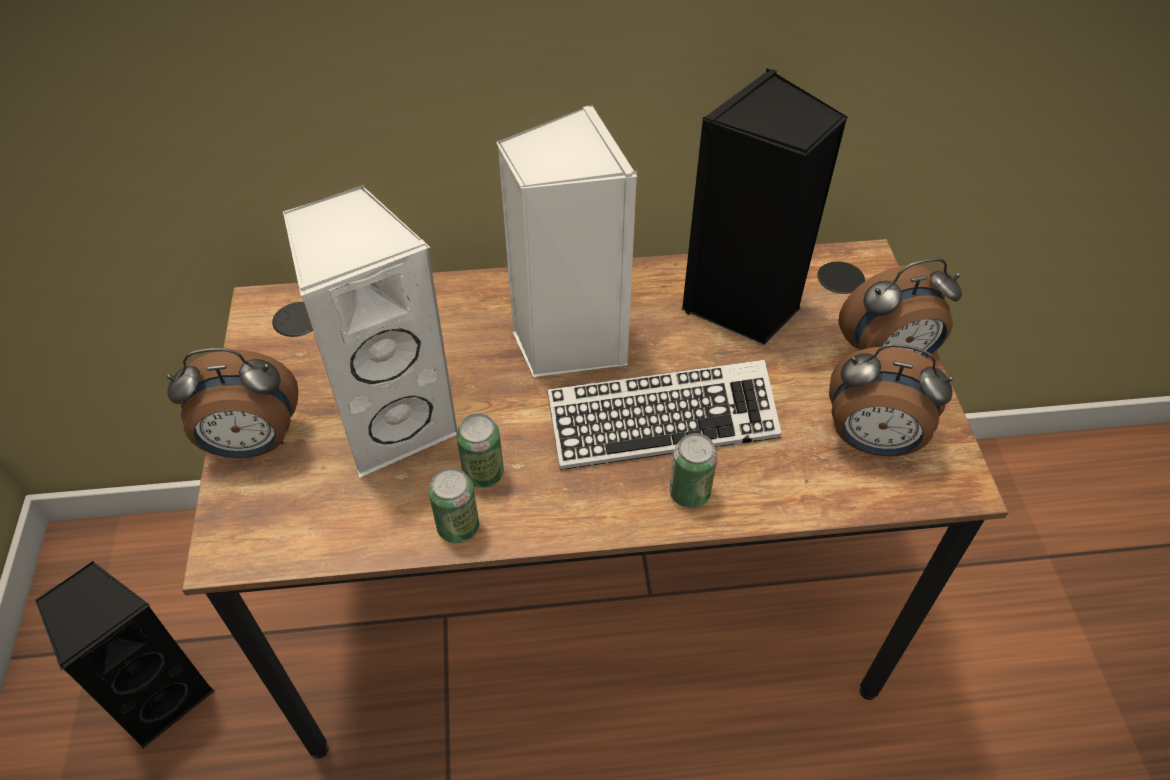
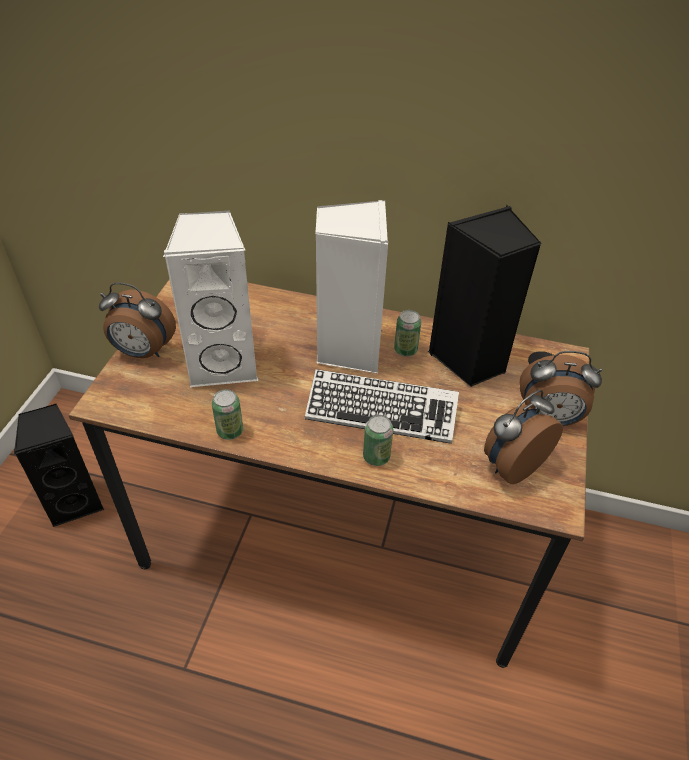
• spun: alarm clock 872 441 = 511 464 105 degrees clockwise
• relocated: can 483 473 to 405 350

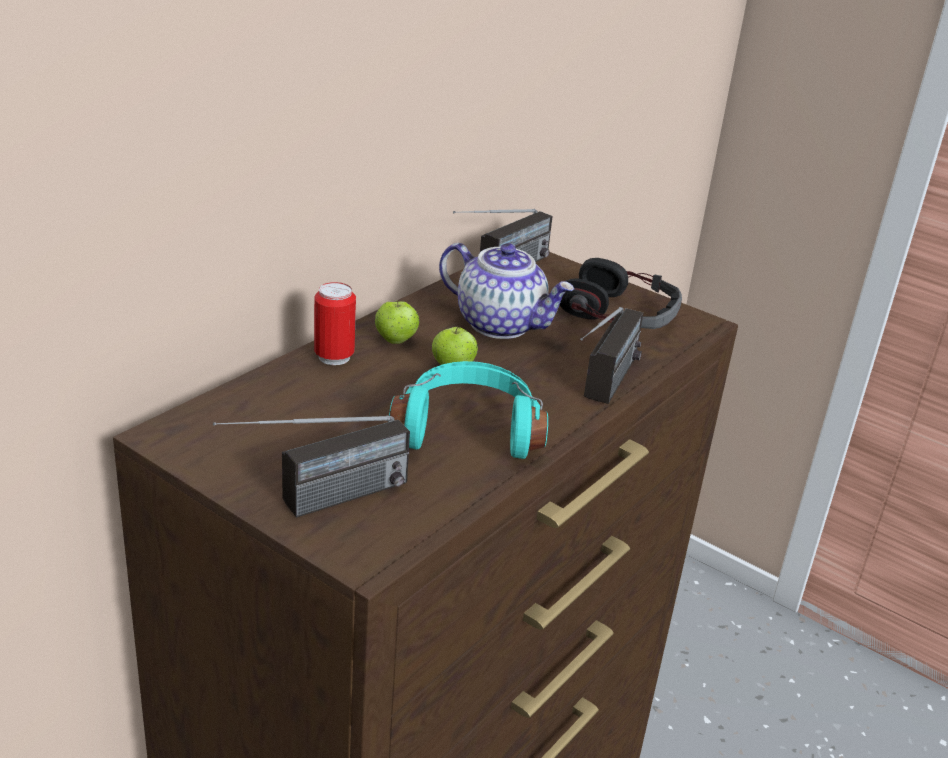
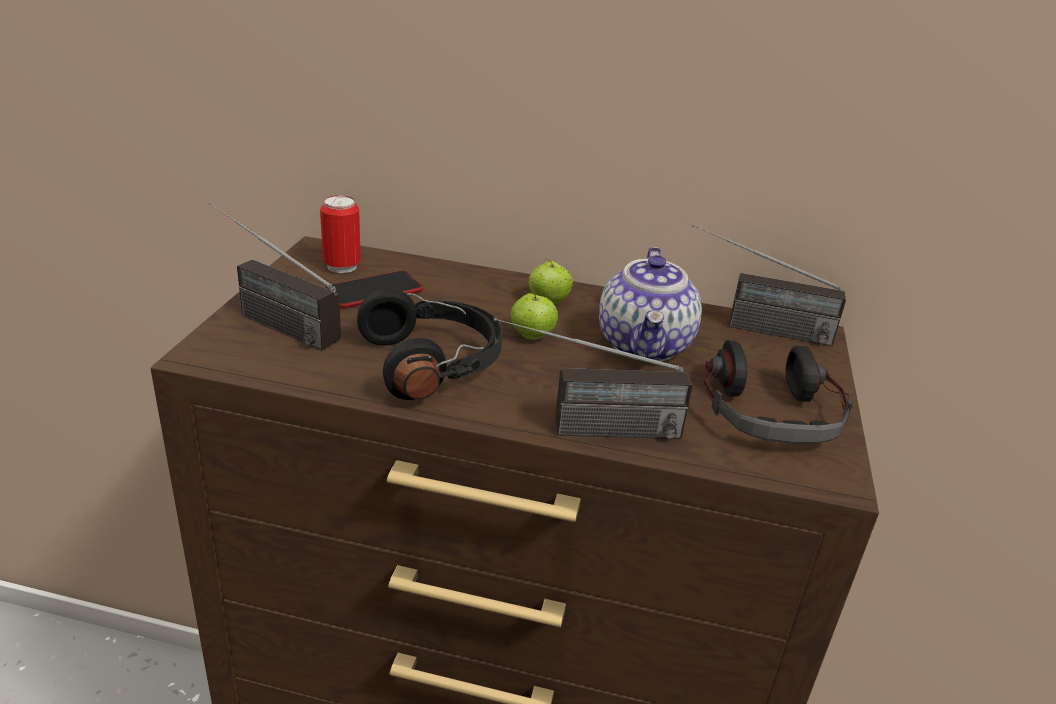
• relocated: can 334 357 to 342 266
• colour: headphones in turquoise 469 428 to headphones in black 434 363
• appeared: phone 374 291

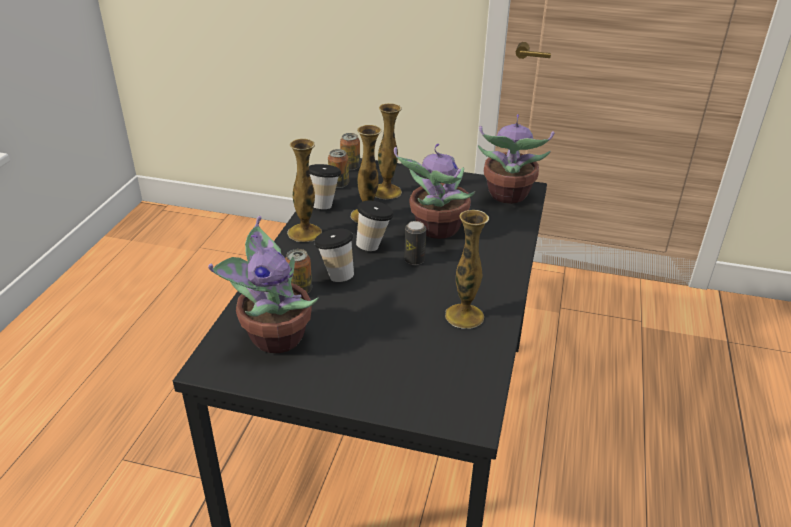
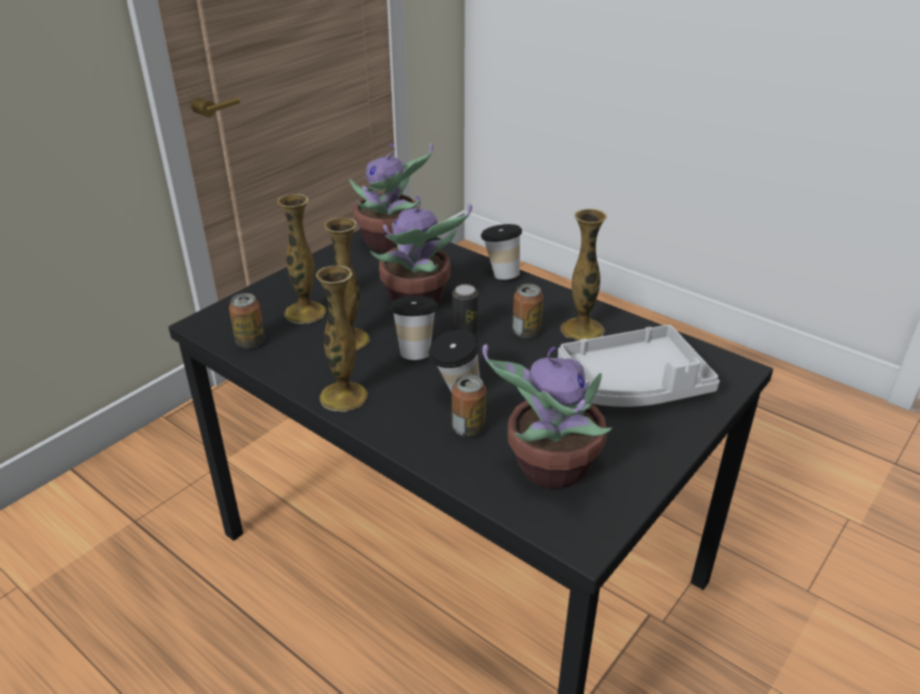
• relocated: can 350 167 to 526 332
• relocated: cup 325 204 to 501 274
• appeared: tray in grey 634 384

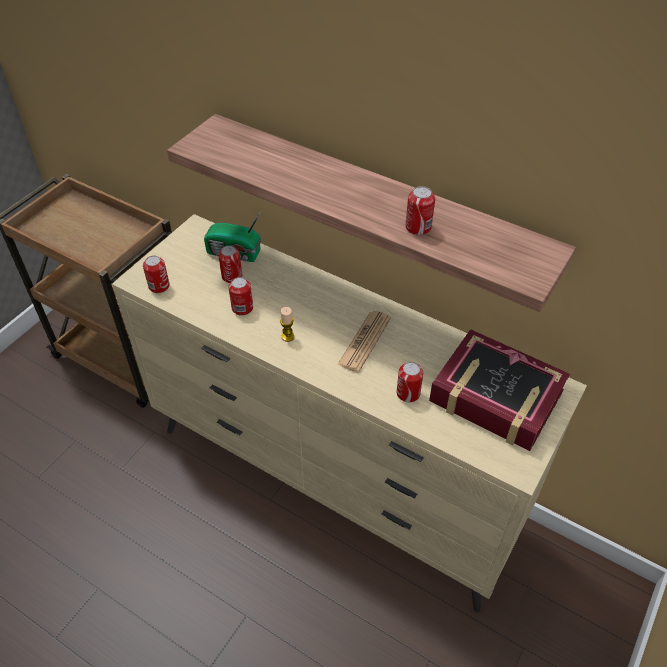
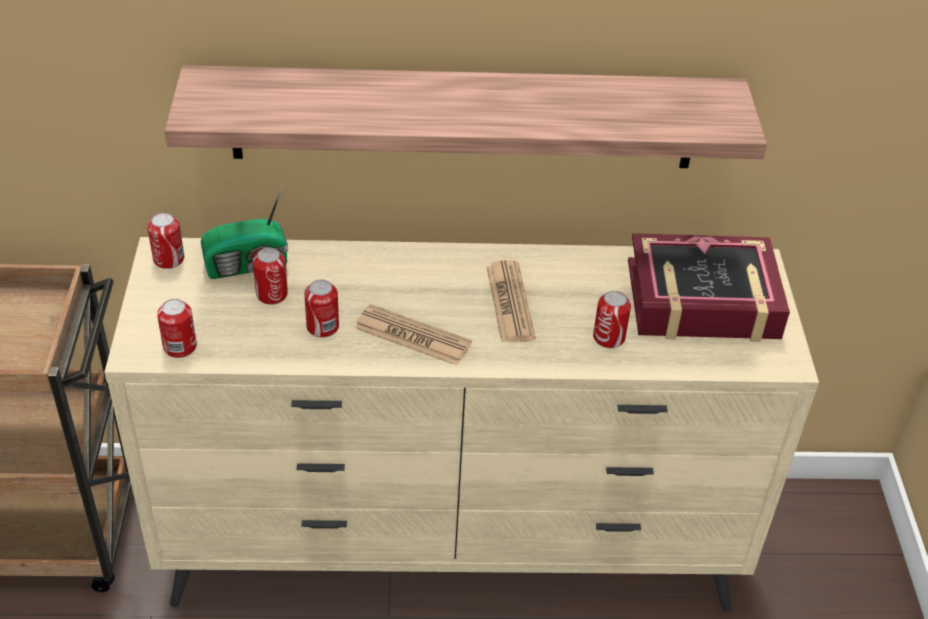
• relocated: can 418 227 to 169 259
• exchanged: candle 287 336 to newspaper 412 336

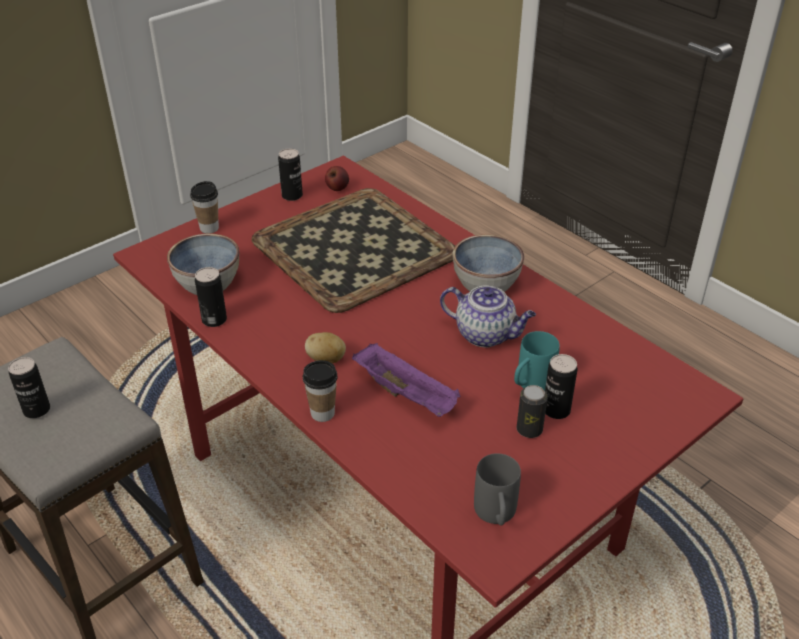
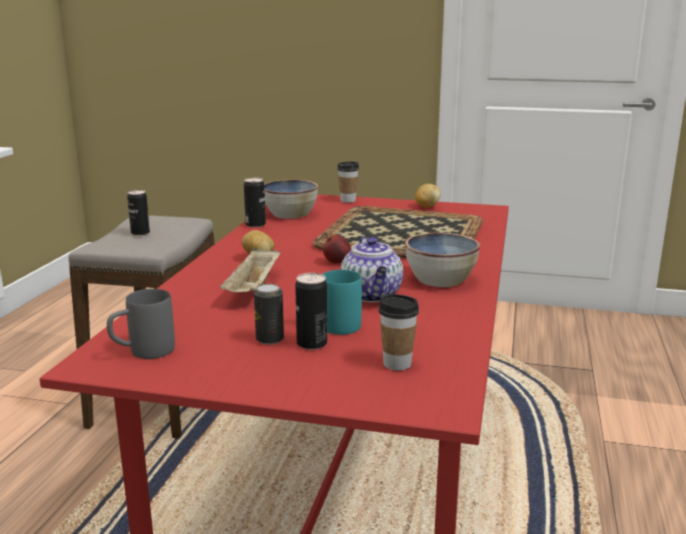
• exchanged: can 292 196 to potato 426 207
• relocated: apple 337 188 to 336 262
• colour: tray in purple 407 394 to tray in beige 254 289
• relocated: cup 322 413 to 397 364

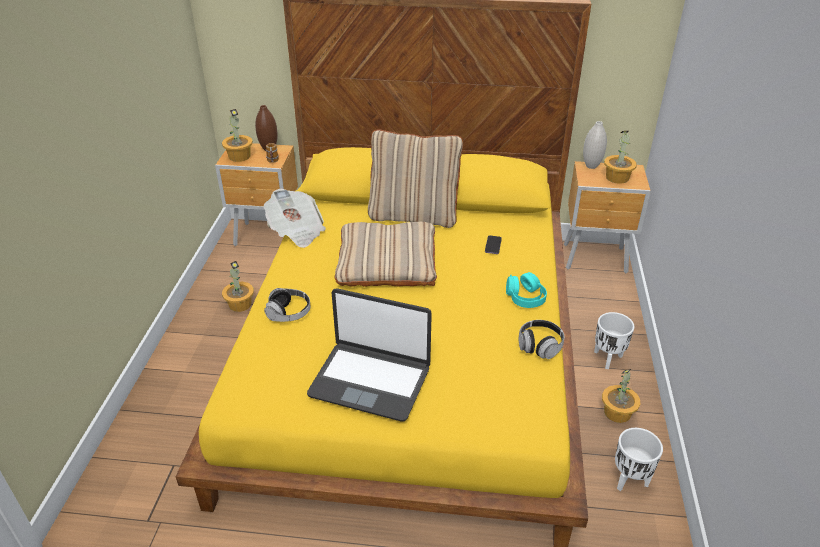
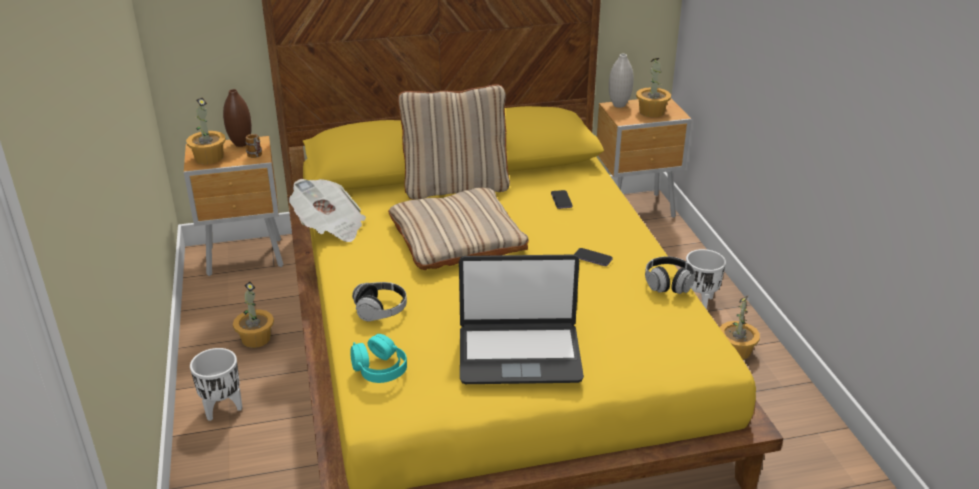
• relocated: headphones in turquoise 525 297 to 379 369
• relocated: planter in white 630 480 to 223 409
• appeared: phone 592 258

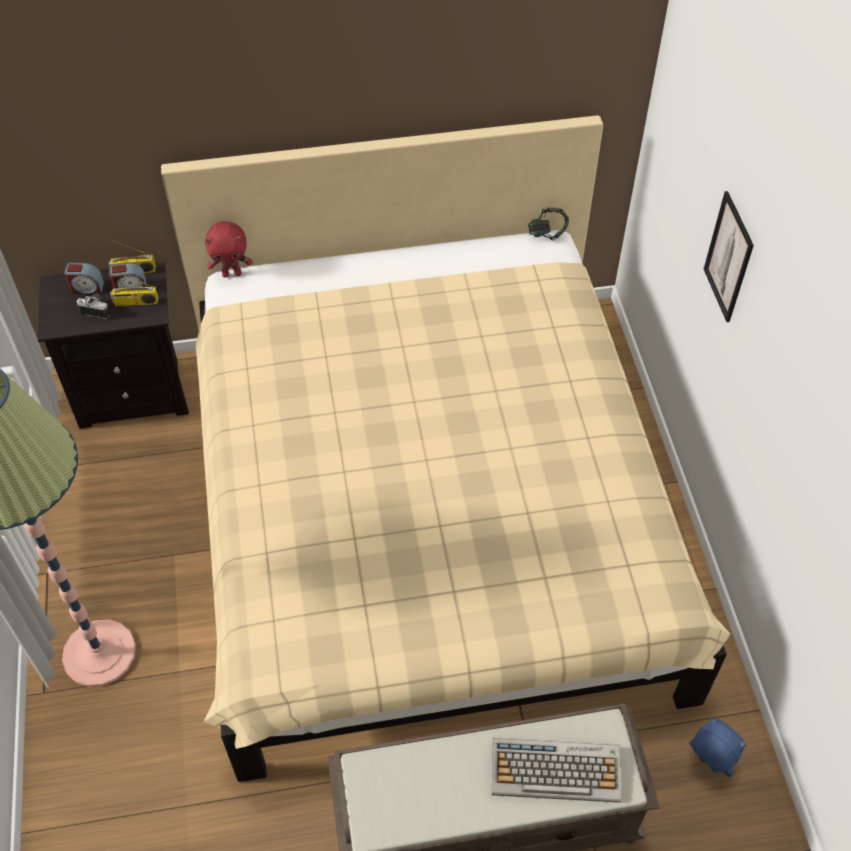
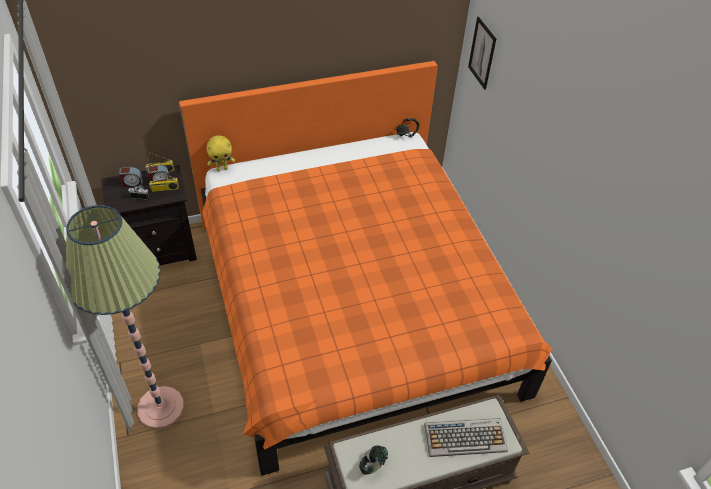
• colour: bed in beige 426 515 to bed in orange 352 305
• relocated: picture 728 257 to 482 53
• colour: plush toy in red 232 274 to plush toy in yellow 222 168
• missing: plush toy in blue 707 764
• appeared: headphones 373 465

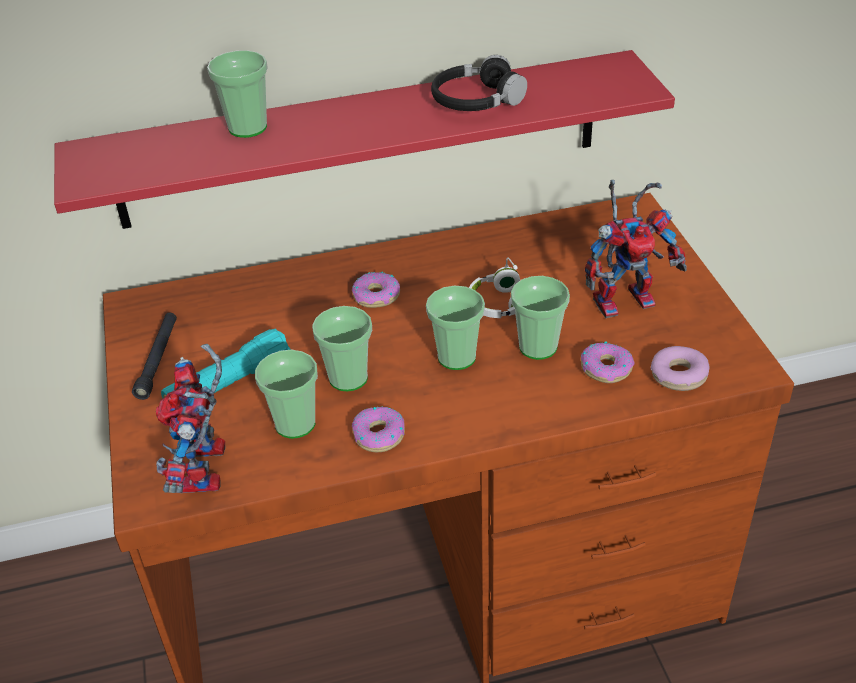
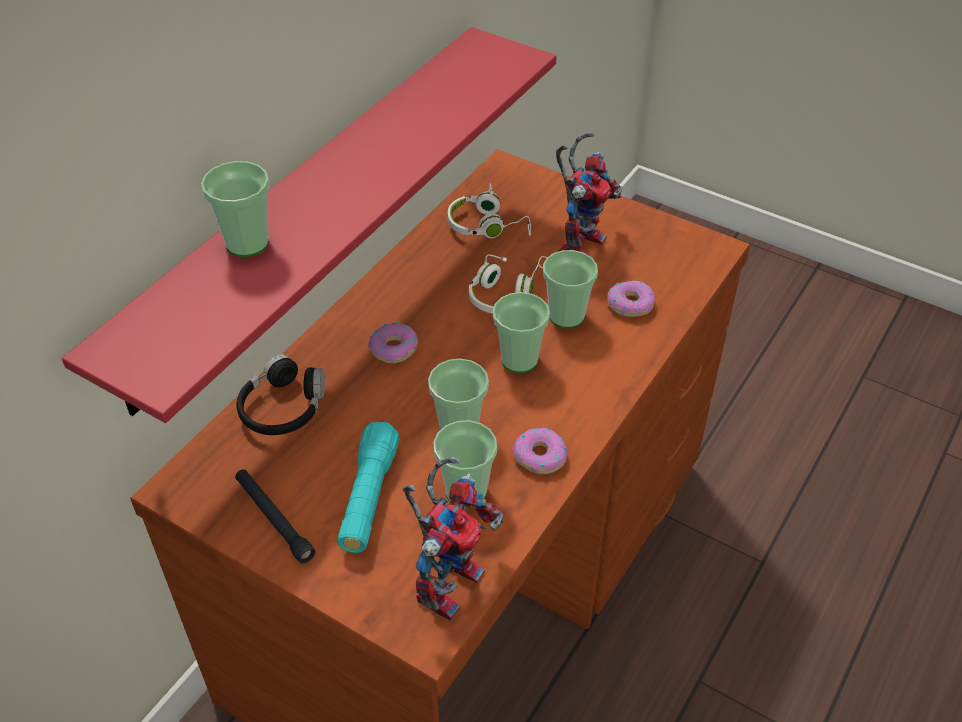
• relocated: headphones in black 476 100 to 283 408
• spun: toy robot 207 473 = 449 578 105 degrees counterclockwise
• missing: donut 678 375
• appeared: headphones in white 488 226

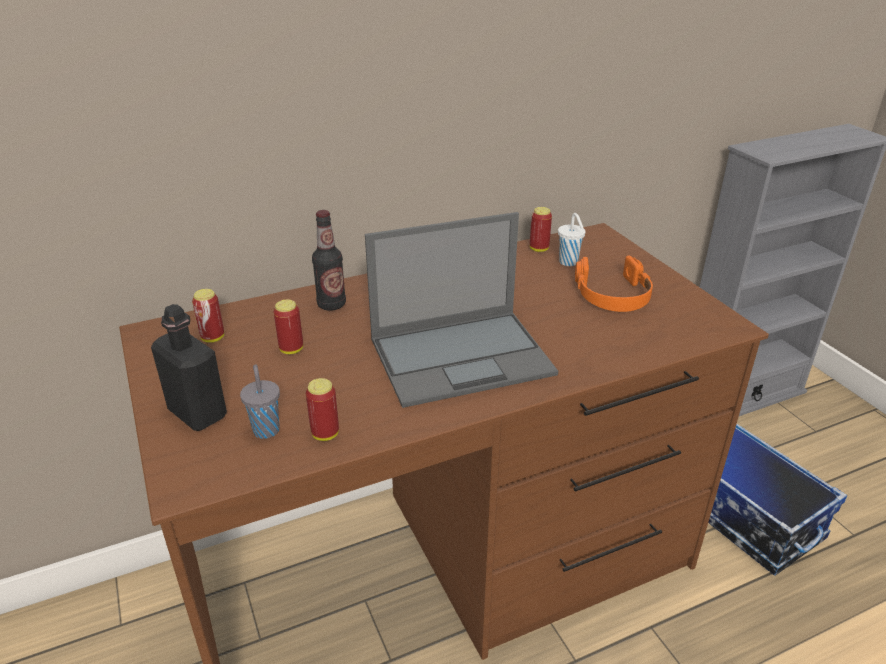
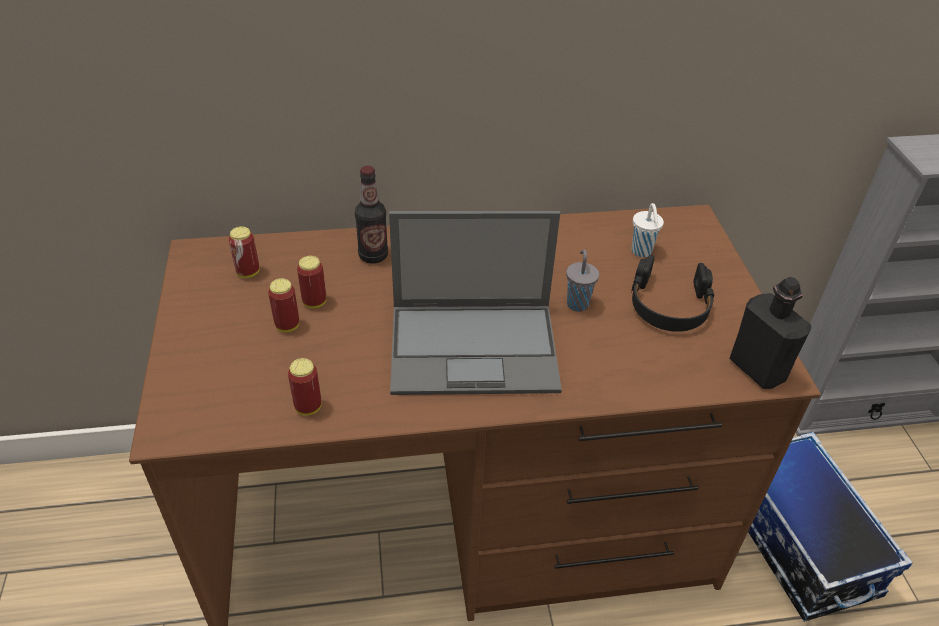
• relocated: can 539 249 to 287 325
• colour: headphones in orange 612 295 to headphones in black 669 305
• relocated: bottle in black 197 413 to 757 369
• relocated: cup in grey 266 429 to 577 303

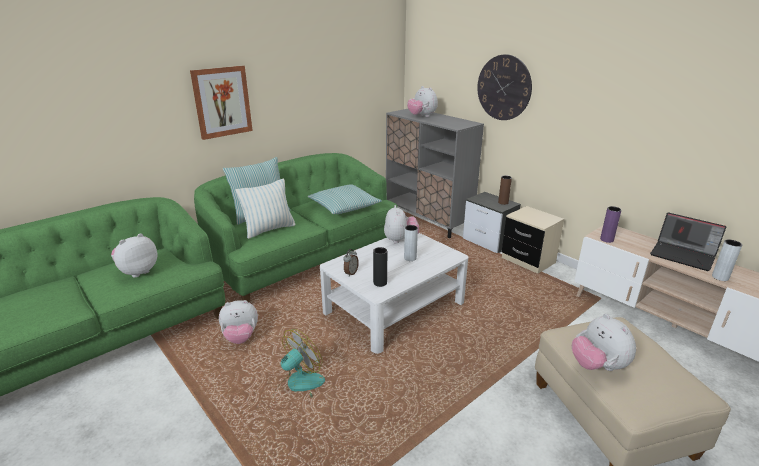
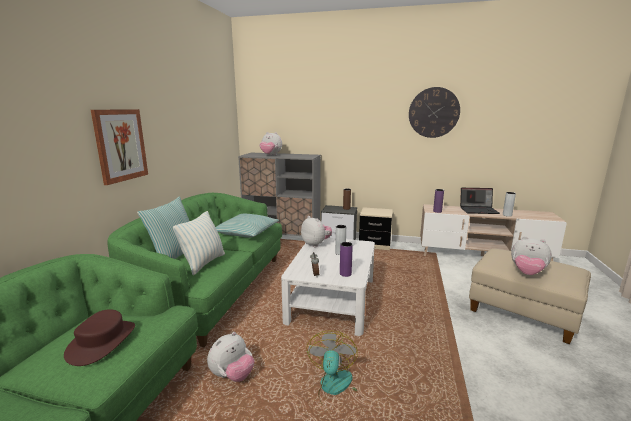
• relocated: wall clock 504 88 to 433 112
• exchanged: plush toy 138 272 to hat in brown 102 342
• colour: vase in black 380 283 to vase in purple 345 274

